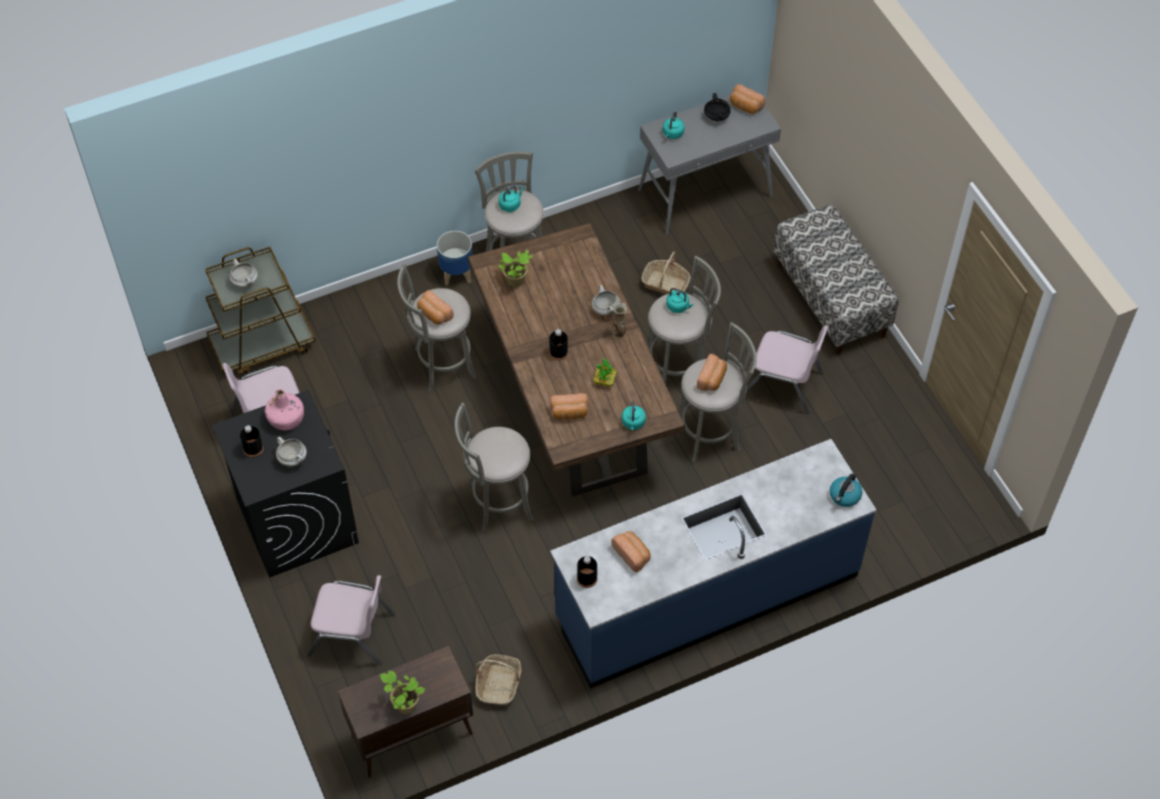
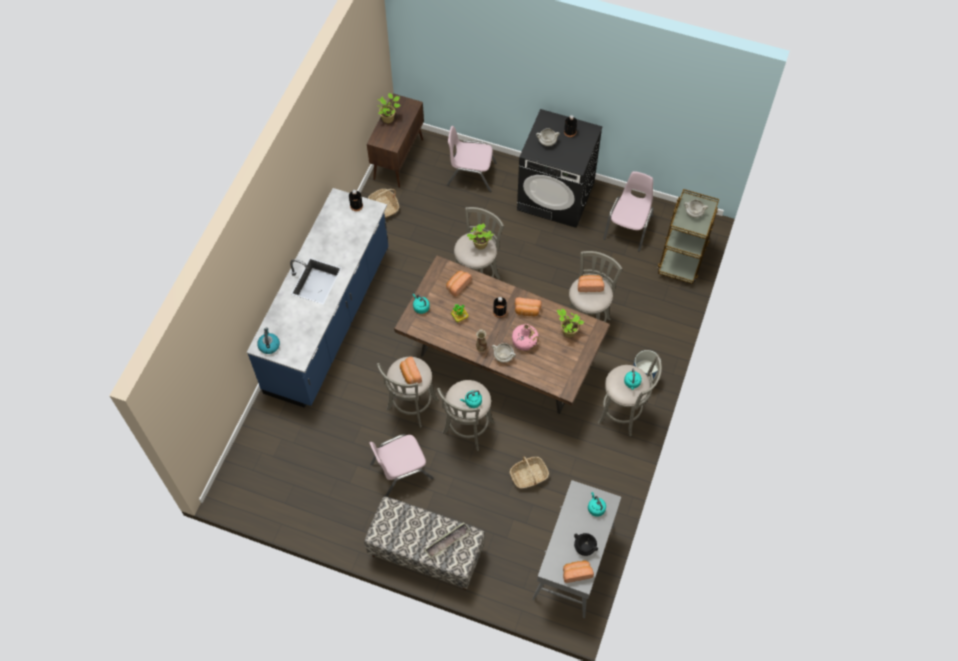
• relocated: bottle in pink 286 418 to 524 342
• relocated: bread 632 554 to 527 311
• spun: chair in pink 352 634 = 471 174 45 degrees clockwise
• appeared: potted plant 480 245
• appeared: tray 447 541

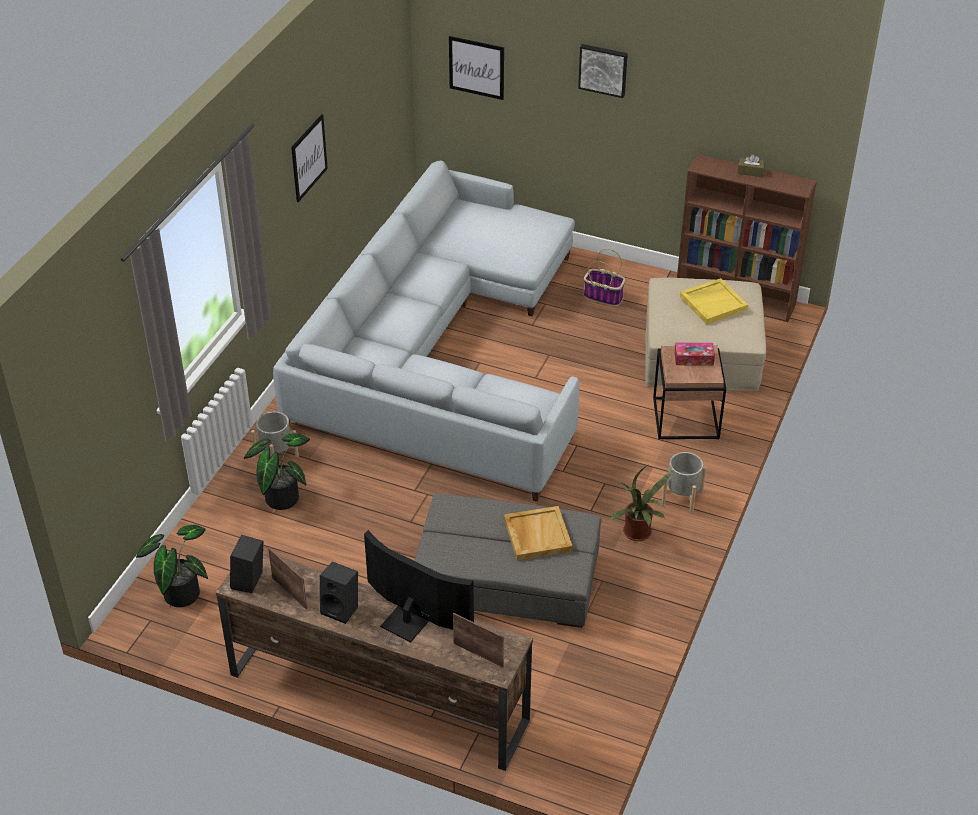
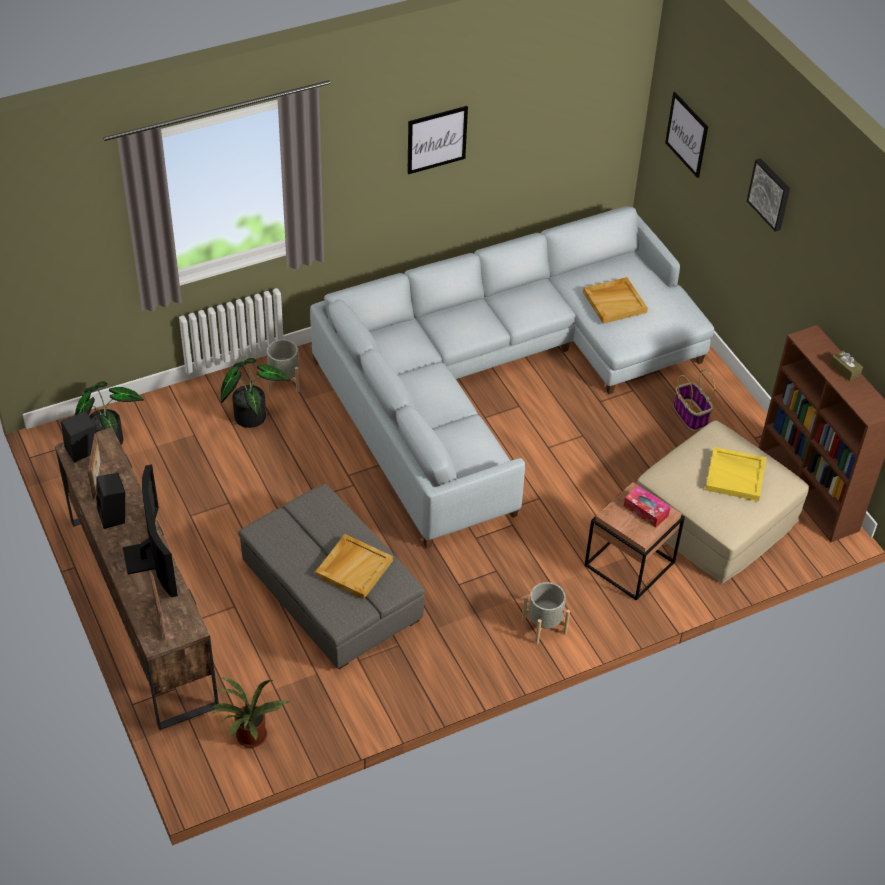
• relocated: potted plant 639 534 to 250 739
• appeared: tray in beige 615 302

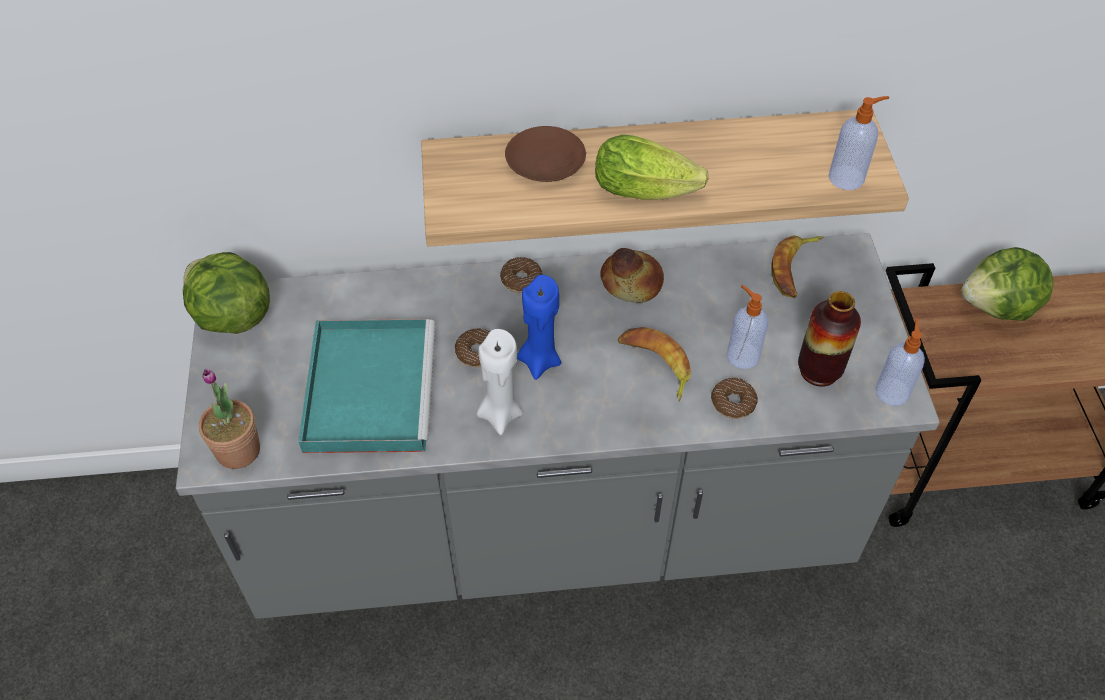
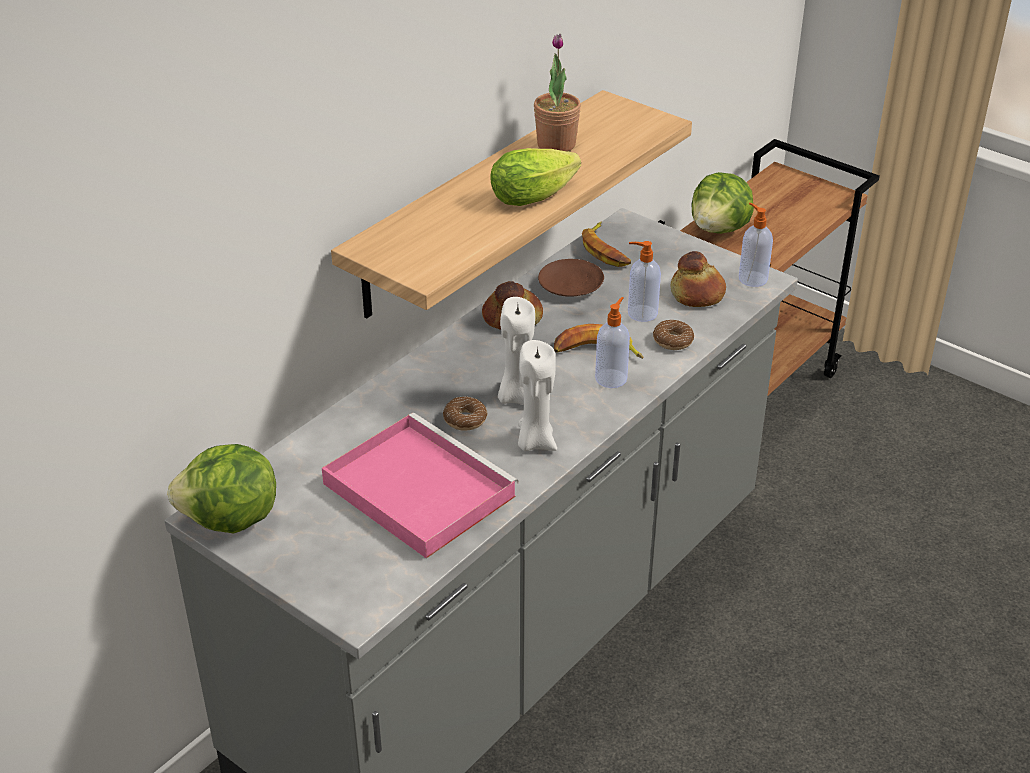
• relocated: soap dispenser 847 177 to 611 378
• relocated: plate in brown 546 163 to 571 285
• missing: donut 521 280
• colour: candle in blue 539 360 to candle in white 516 396
• exchanged: vase 819 371 to bread 698 294
• colour: tray in turquoise 369 387 to tray in pink 415 488
• relocated: potted plant 238 450 to 556 144

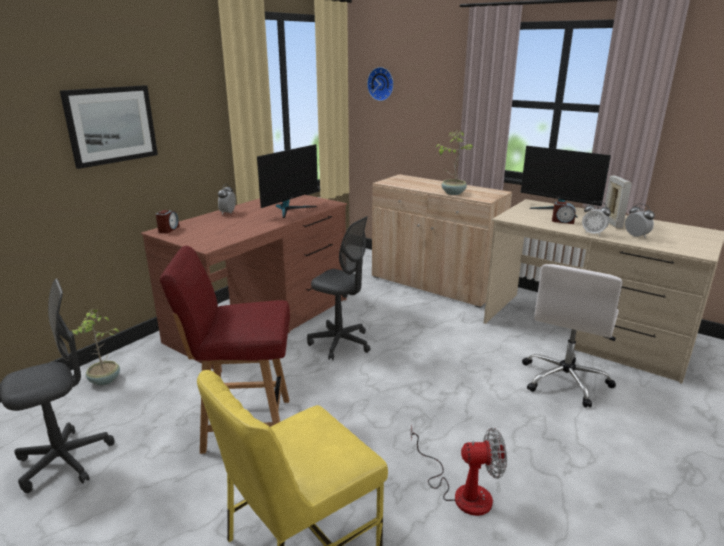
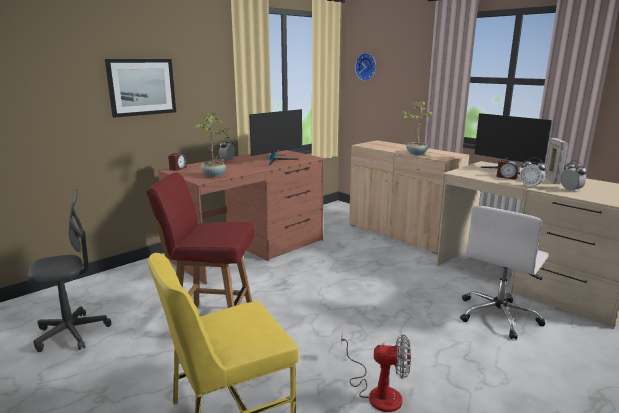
• missing: office chair in grey 340 343
• relocated: potted plant 104 381 to 213 175

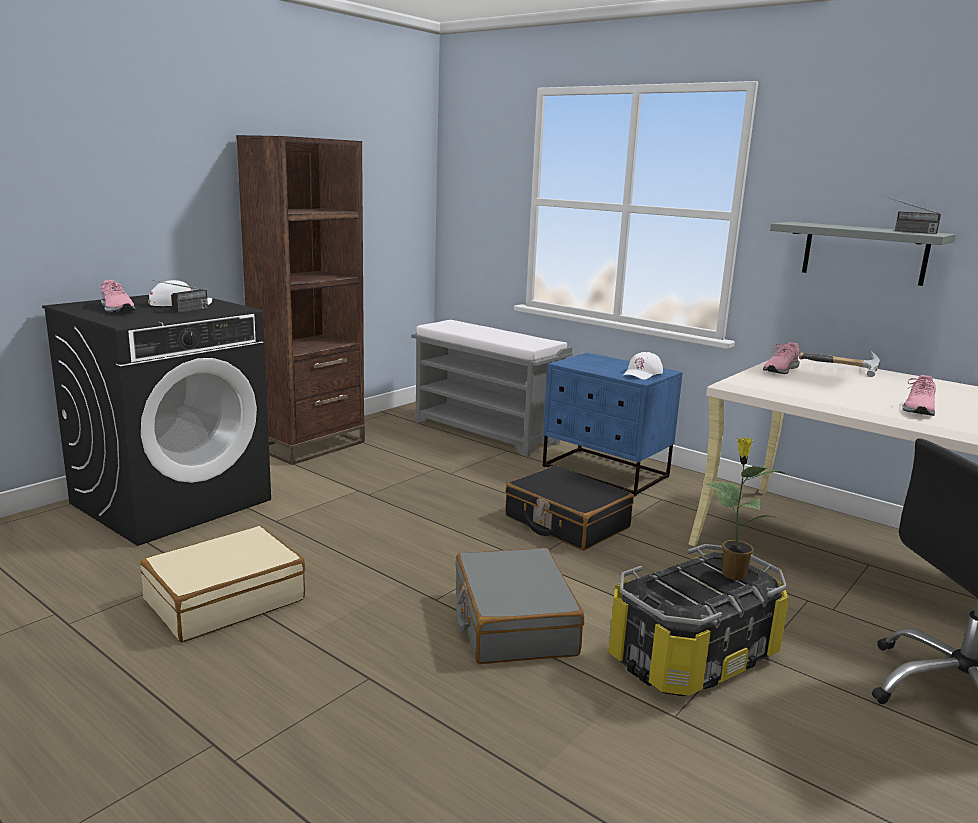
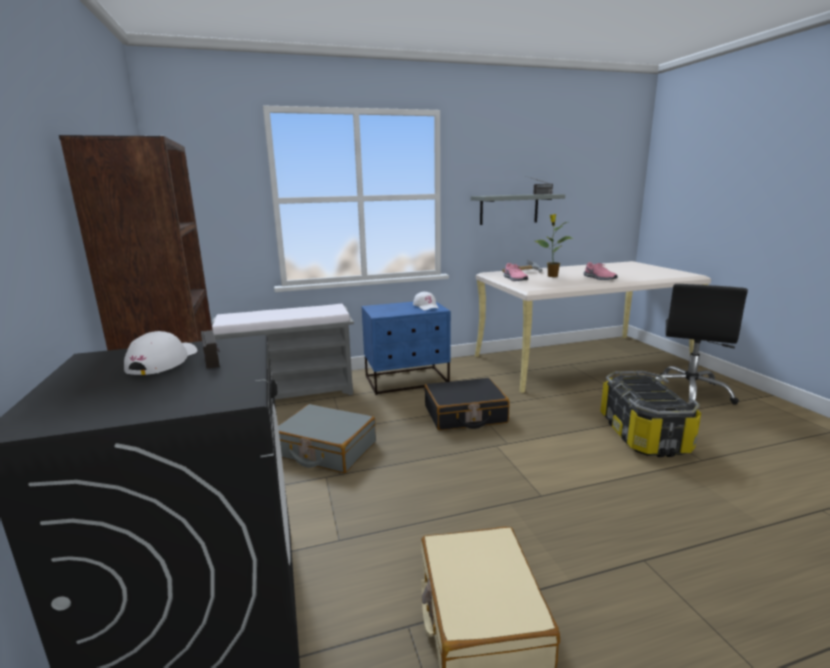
• missing: shoe in pink 116 309
• relocated: potted plant 732 573 to 552 276
• relocated: suitcase in grey 512 623 to 326 449

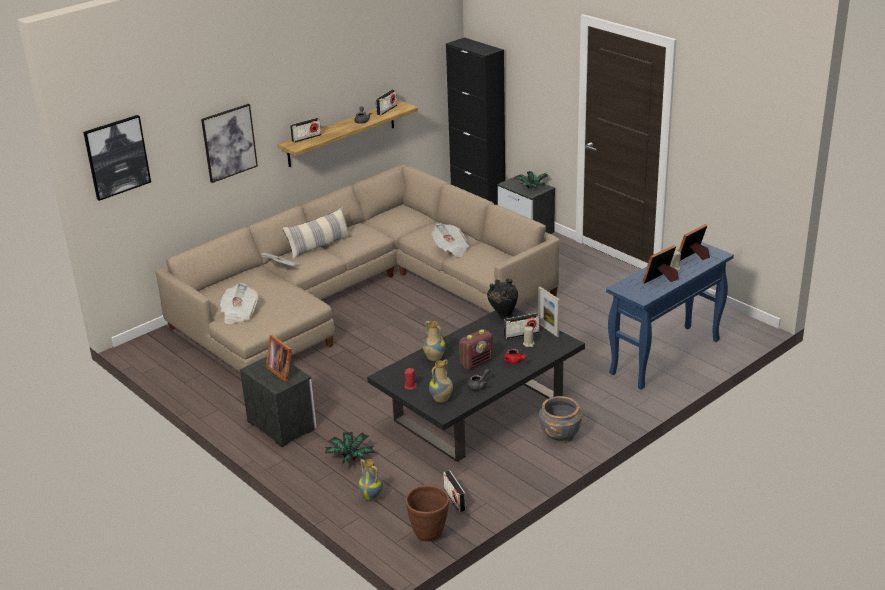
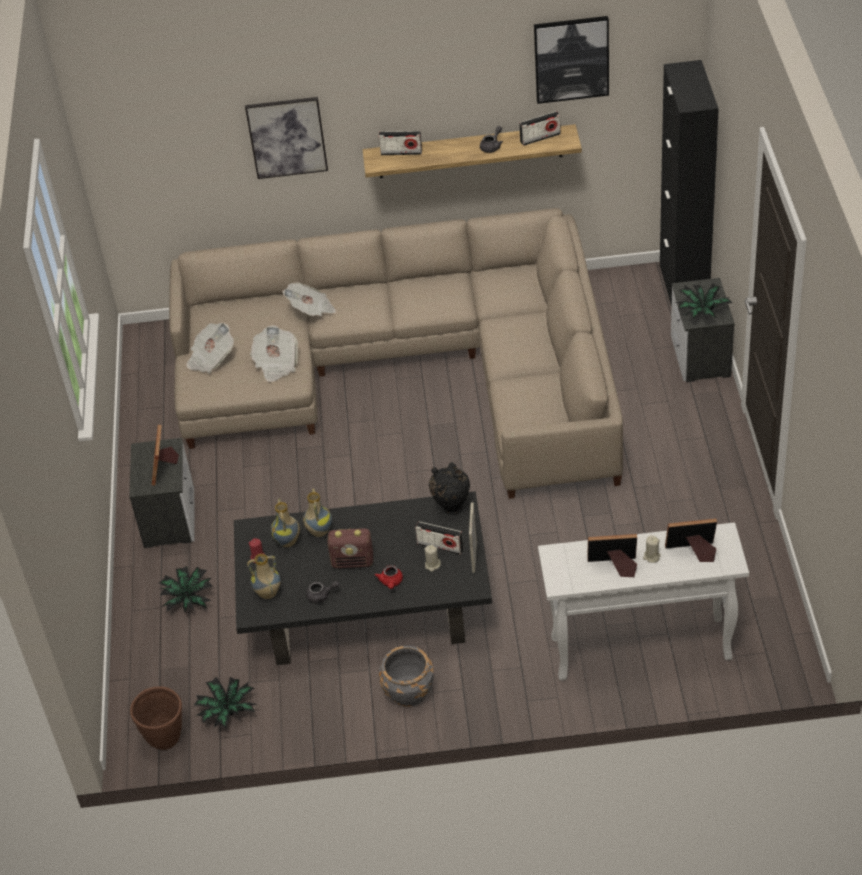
• relocated: picture 117 157 to 571 58
• missing: pillow 319 246
• relocated: newspaper 451 249 to 276 364
• colour: console table in blue 664 357 to console table in white 639 649
• relocated: vase 372 497 to 288 541
• exchanged: radio 454 499 to potted plant 227 711

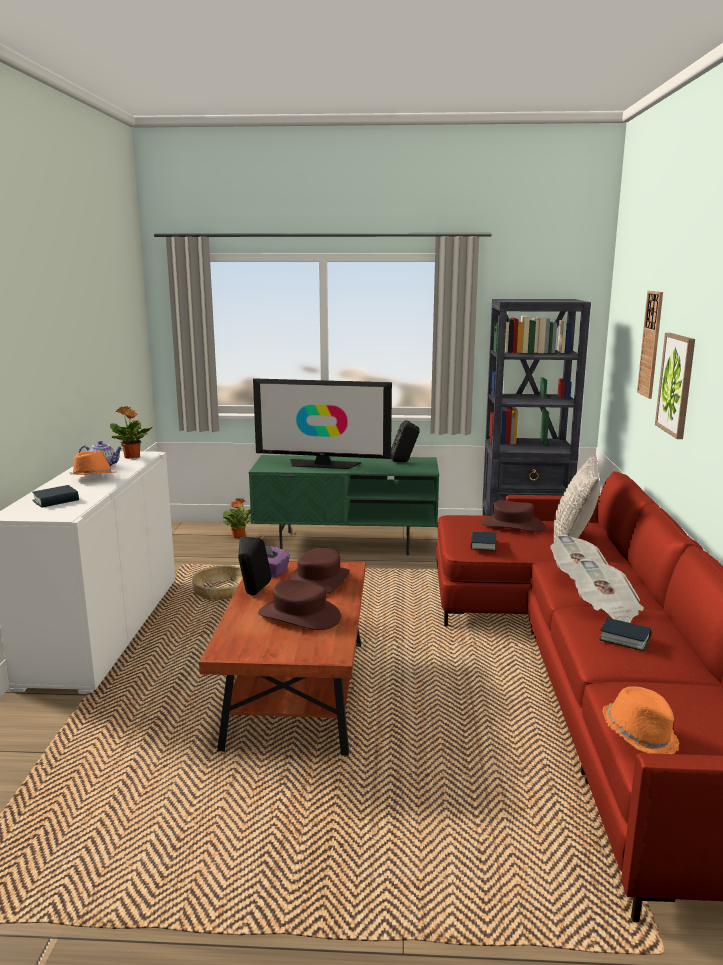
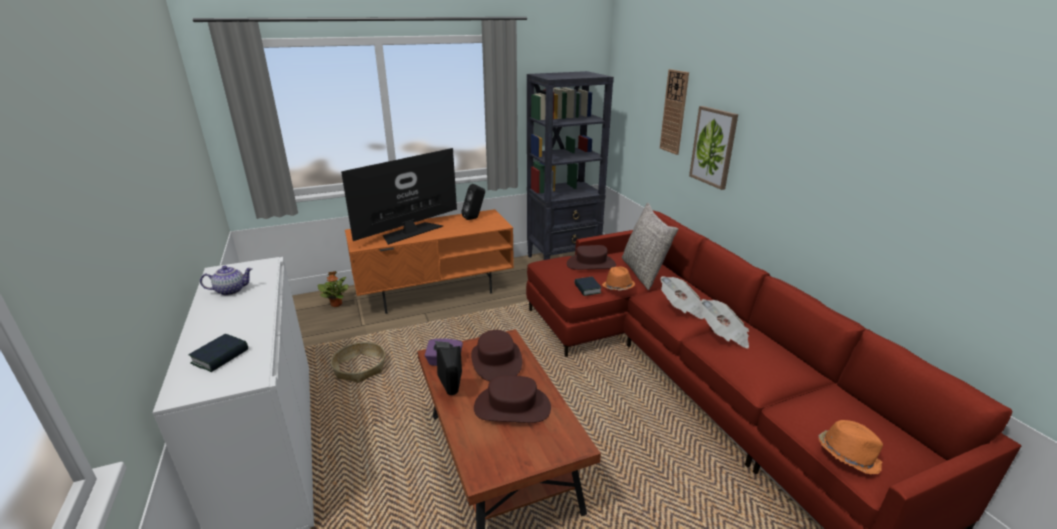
• spun: television 323 464 = 410 232 150 degrees clockwise
• missing: potted plant 132 457
• relocated: hat in orange 93 478 to 618 287
• colour: tv stand in green 347 543 to tv stand in orange 435 291
• missing: book 624 639

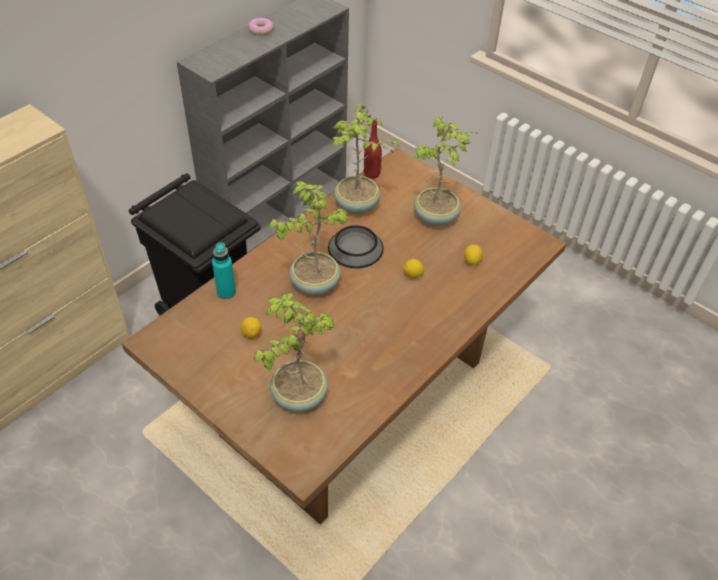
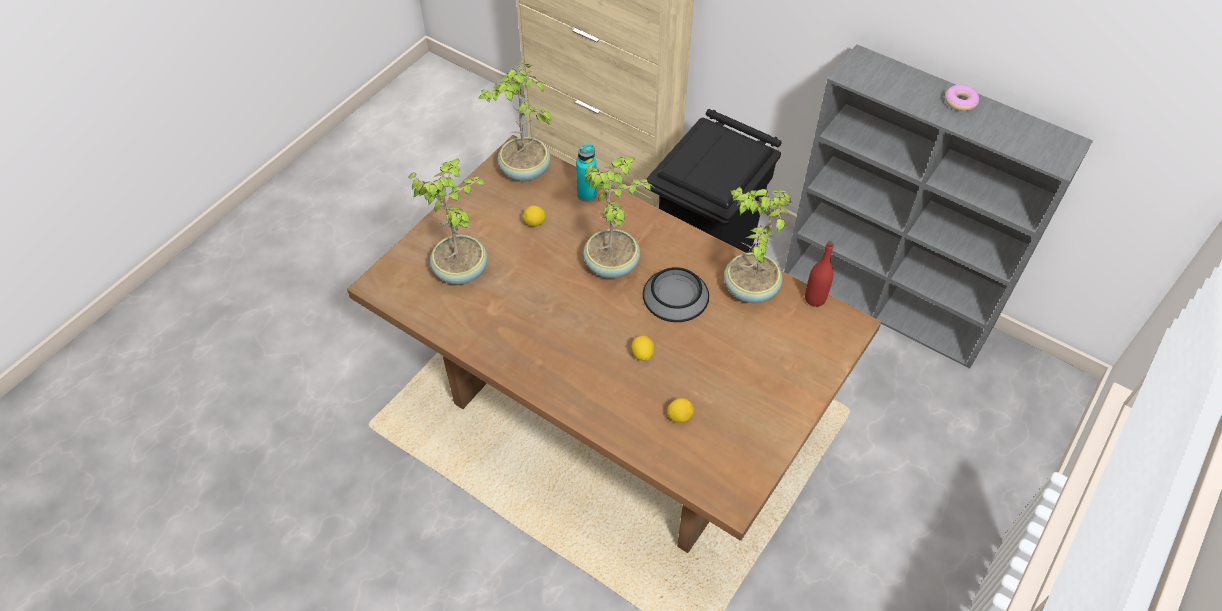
• relocated: potted plant 436 217 to 524 171

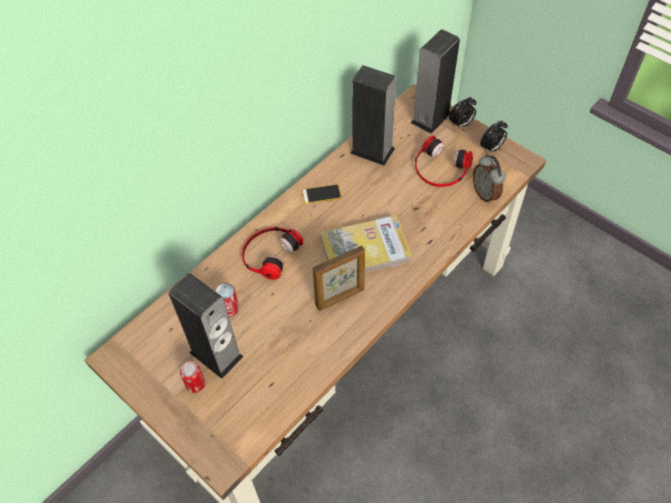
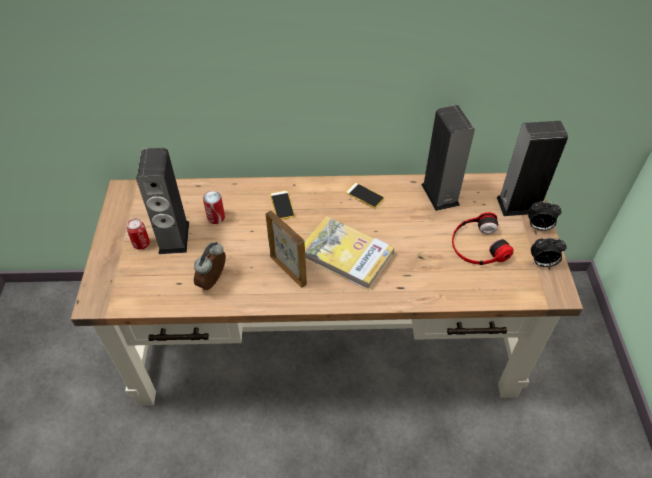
• relocated: alarm clock 485 194 to 214 281
• exchanged: headphones 269 253 to phone 282 205
• spun: picture frame 340 298 = 288 270 150 degrees counterclockwise

